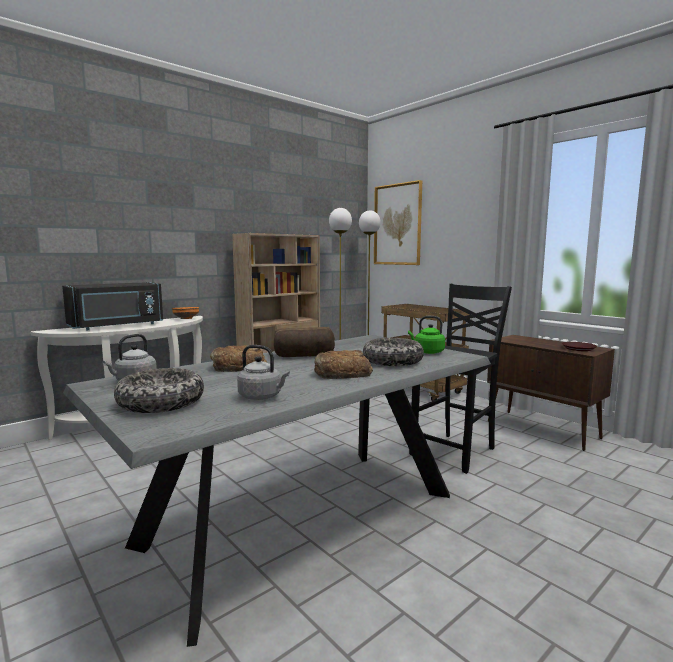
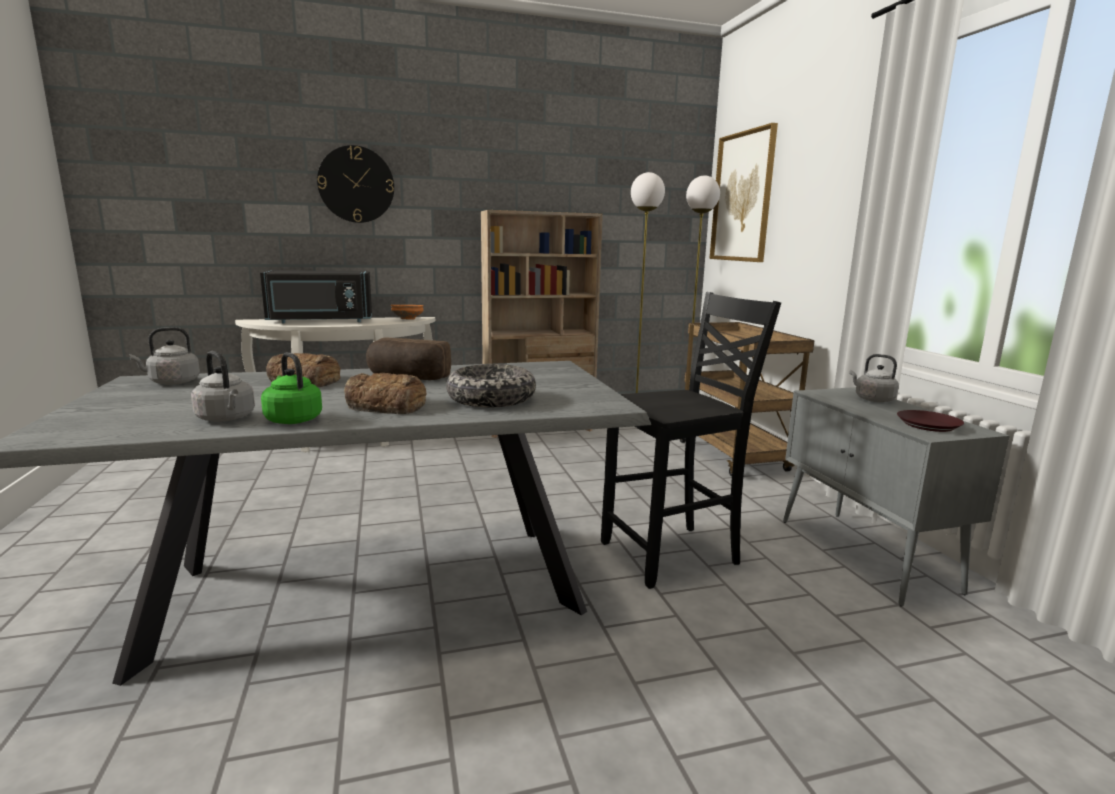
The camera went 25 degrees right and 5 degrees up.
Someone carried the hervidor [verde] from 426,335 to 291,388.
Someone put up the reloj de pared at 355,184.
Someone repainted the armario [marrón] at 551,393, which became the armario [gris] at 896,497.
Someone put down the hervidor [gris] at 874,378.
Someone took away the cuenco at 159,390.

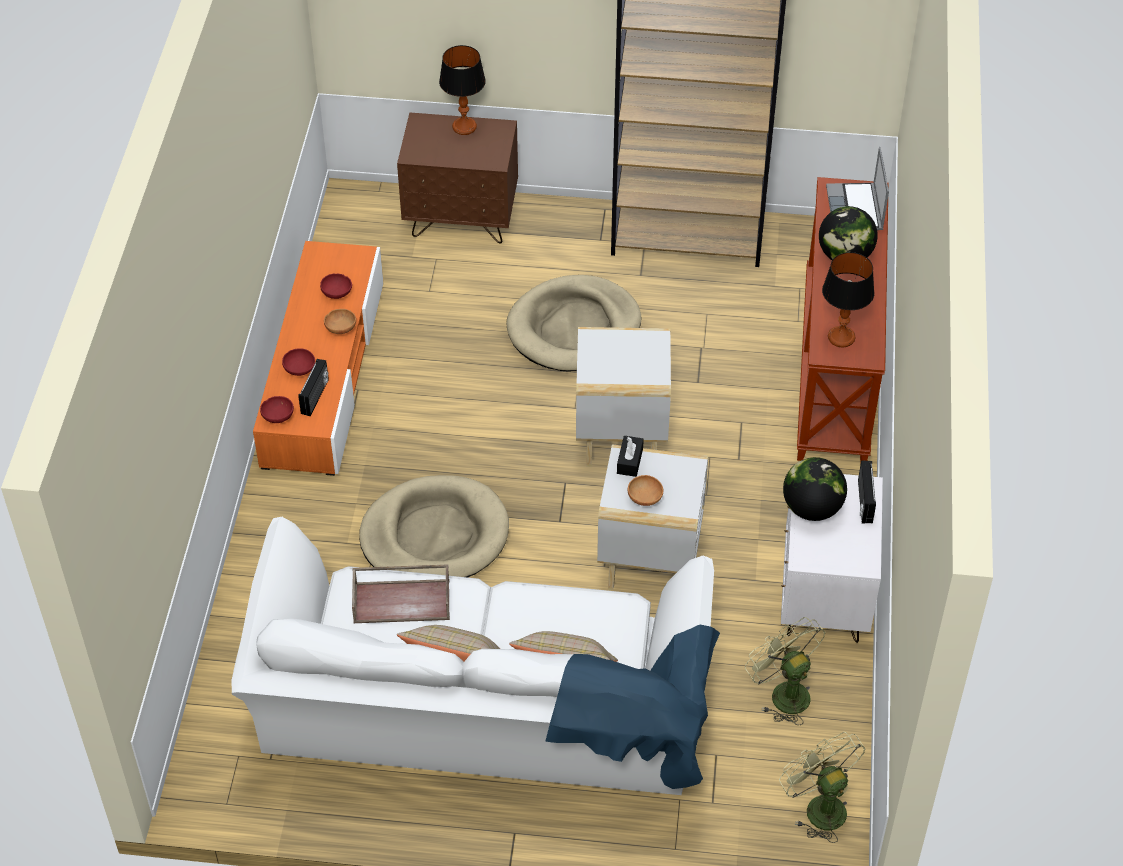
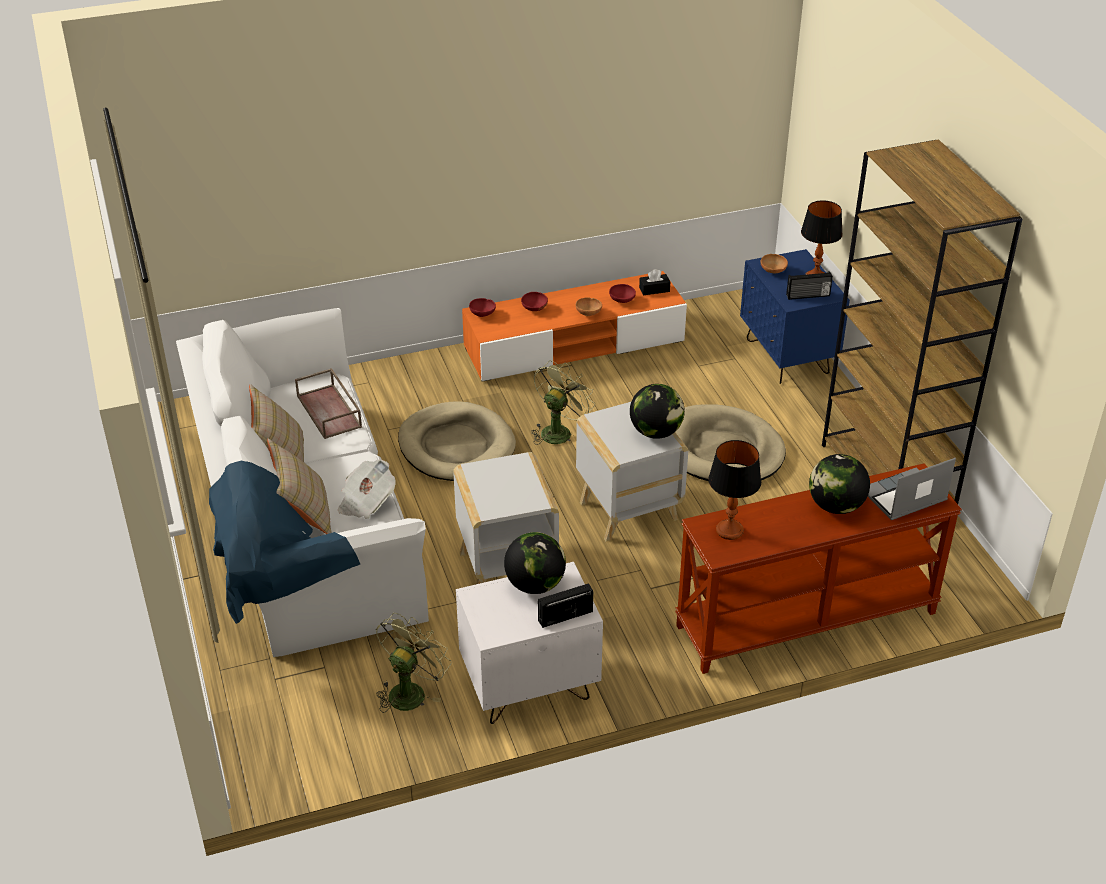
The camera went 65 degrees right and 10 degrees down.
Someone put down the periódico at 367,489.
Someone carried the ventilador [verde] from 822,787 to 563,402.
Someone put down the globo terráqueo at 657,411.
Someone carried the caja de pañuelos [negro] from 630,456 to 654,282.
Someone repainted the mesita de noche [marrón] at 457,178, which became the mesita de noche [azul] at 795,316.
Someone carried the cuenco [marrón] from 645,490 to 774,263.
Someone carried the radio from 313,387 to 809,286.

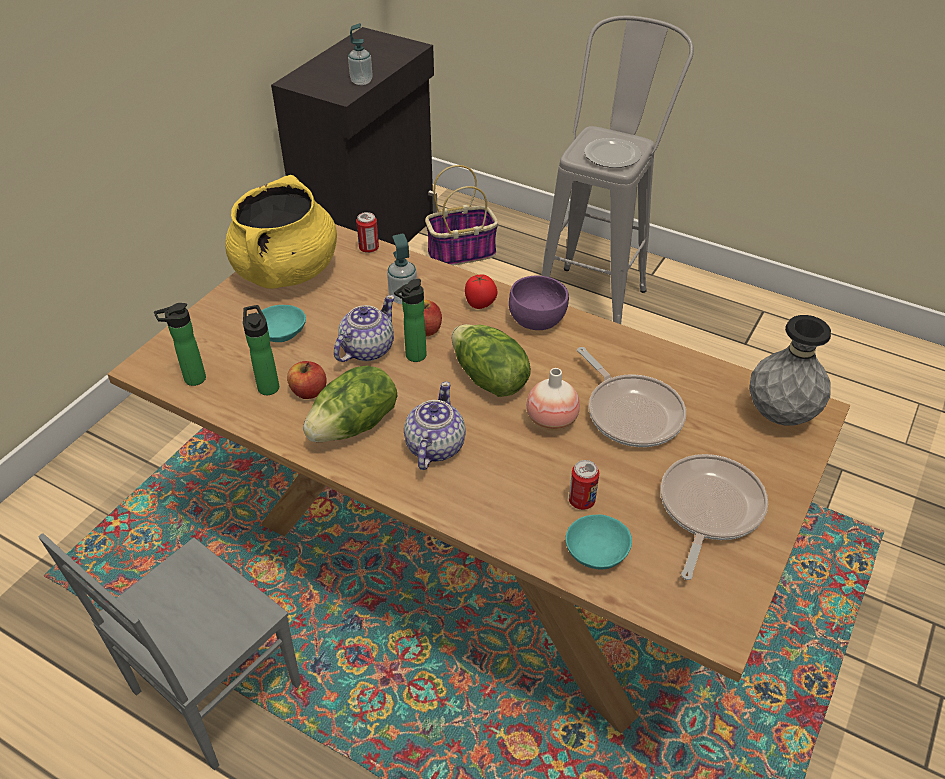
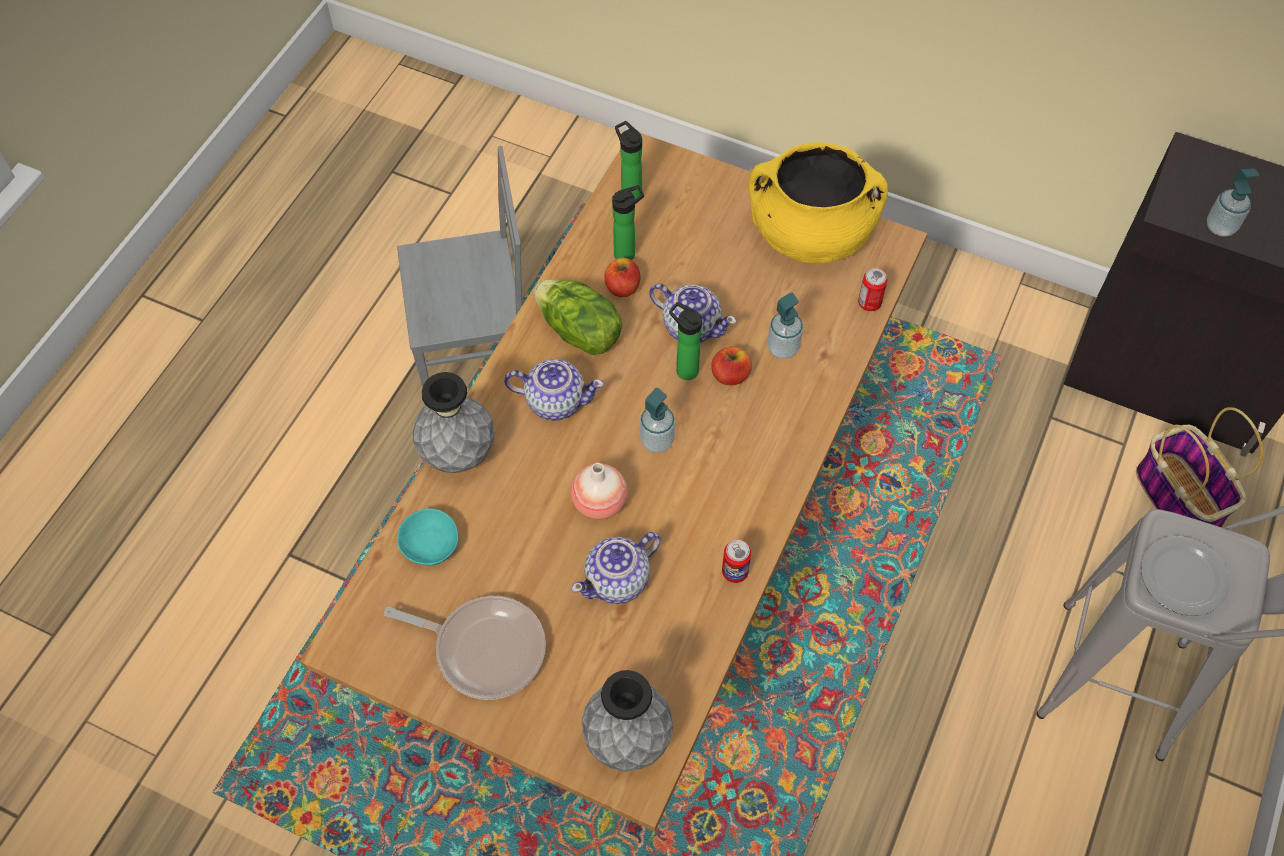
The camera went 85 degrees right and 15 degrees up.
Someone rotated the silla [gris] at 170,651 by 135 degrees clockwise.
Someone put down the florero [gris] at 453,422.
Someone swapped the sartén at 631,397 for the tetera at 616,568.
Someone swapped the lechuga at 491,360 for the dispensador de jabón at 657,420.
Someone carried the lata from 584,485 to 736,561.
Someone took away the cuenco [turquesa] at 281,323.
Someone took away the tomate at 481,291.
Someone took away the cuenco [morado] at 539,302.

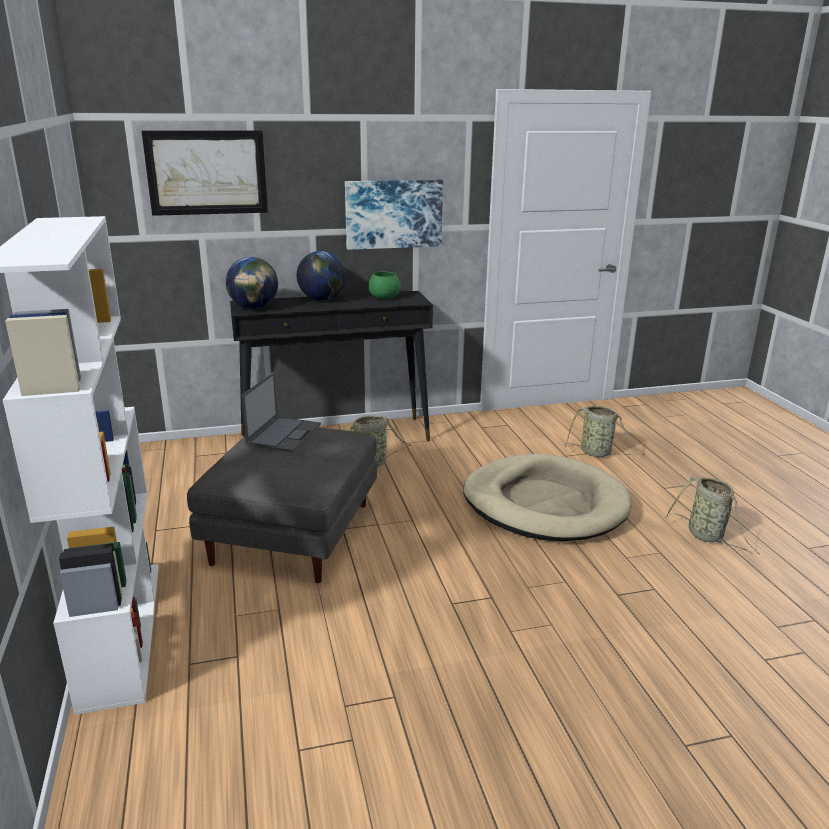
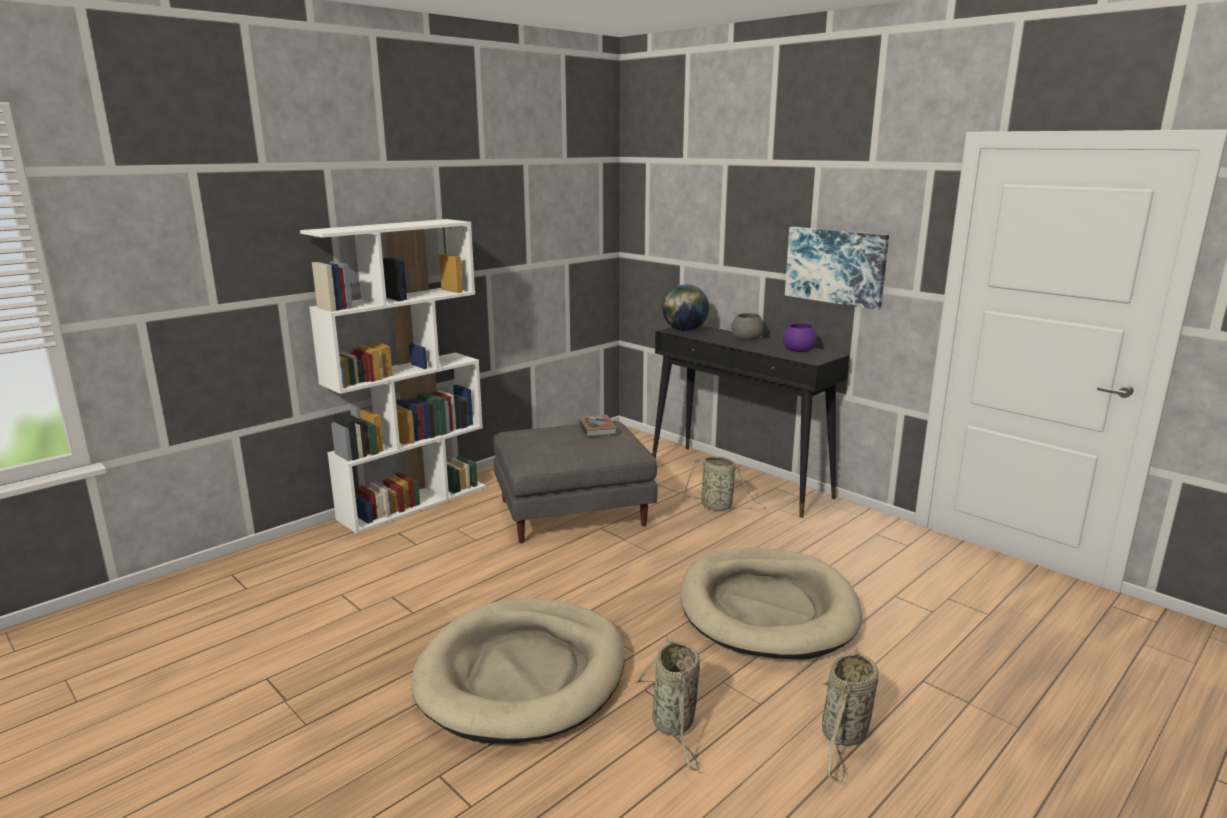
The camera went 60 degrees right and 5 degrees down.
Someone put down the cama para perro [beis] at 518,670.
Someone swapped the portátil at 281,412 for the libro at 597,426.
Someone carried the cesta from 604,431 to 667,703.
Someone swapped the globo terráqueo at 321,276 for the cuenco [gris] at 747,327.
Someone repainted the cuenco [verde] at 385,285, which became the cuenco [morado] at 800,337.
Someone took away the cuadro at 205,173.

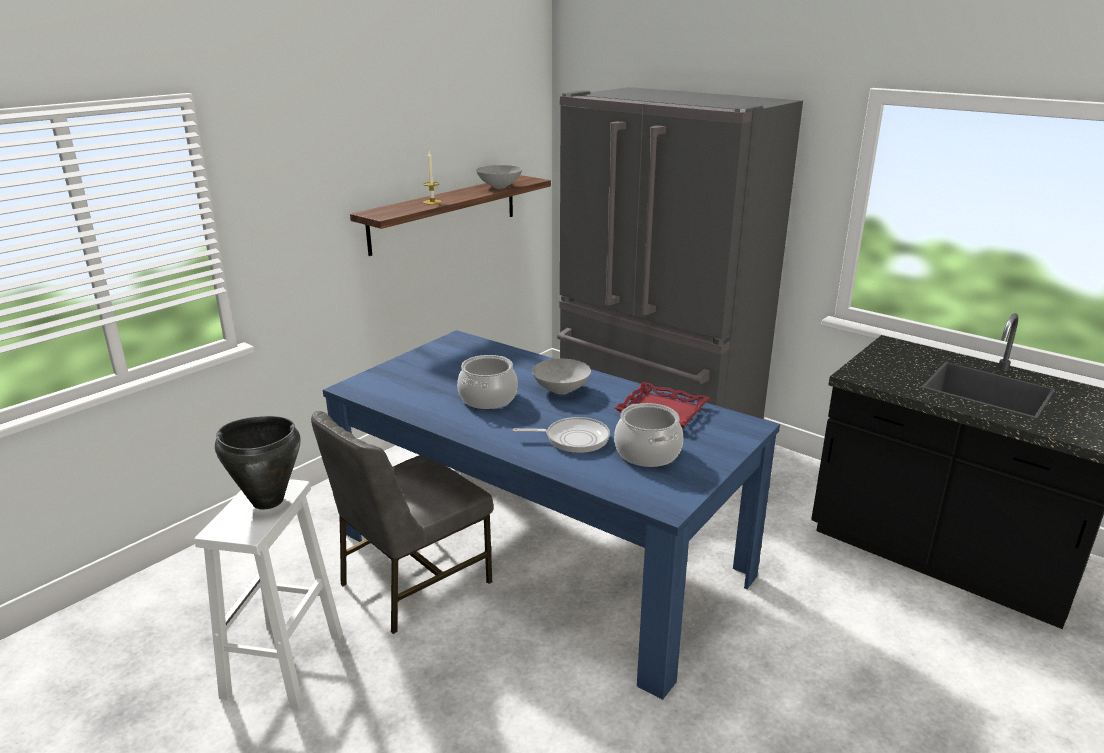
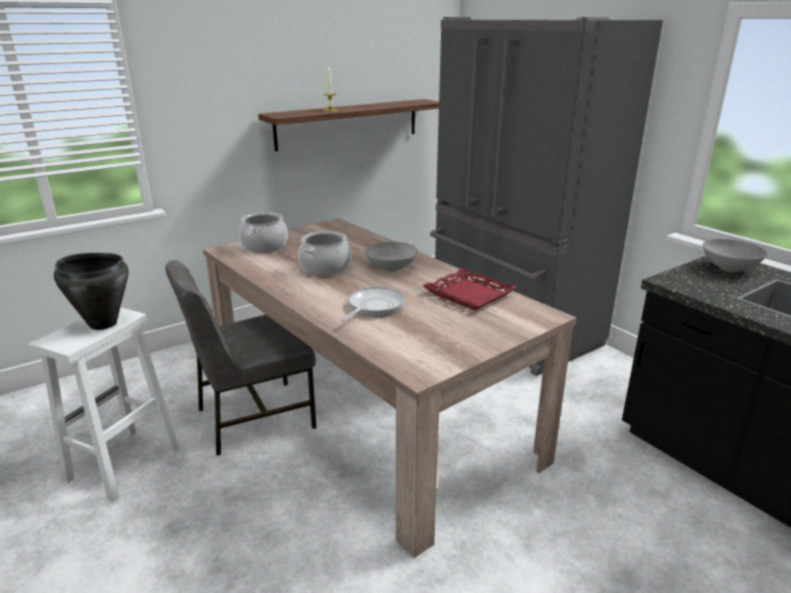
The camera went 15 degrees right and 0 degrees up.
Someone repainted the mesa de comedor [azul] at 551,515, which became the mesa de comedor [beis] at 390,388.
Someone carried the olla from 648,435 to 263,232.
Someone rotated the sartén at 561,435 by 75 degrees counterclockwise.
Someone carried the cuenco [gris] from 499,176 to 735,255.

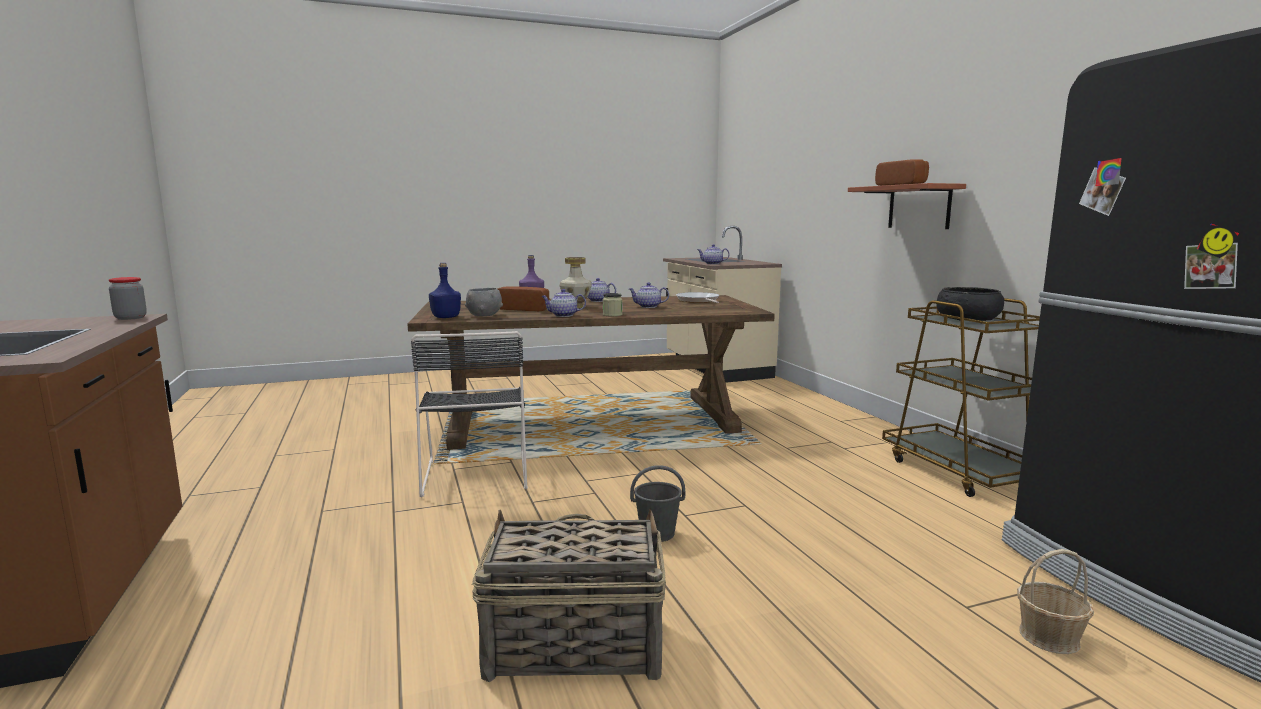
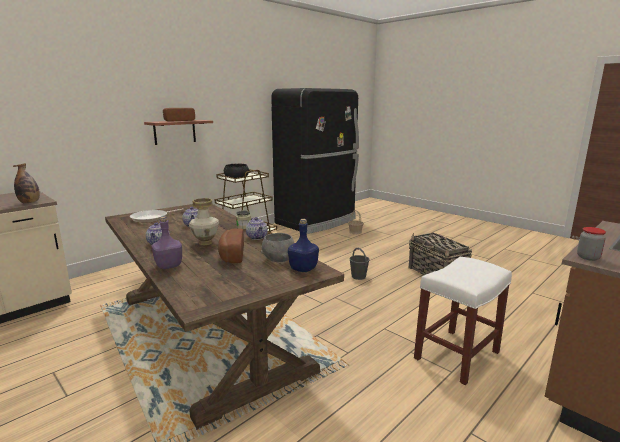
The camera went 115 degrees left and 5 degrees up.
Someone swapped the tetera at 713,254 for the botella at 26,183.
Someone put down the taburete [blanco] at 463,321.
Someone took away the silla [negro] at 469,414.

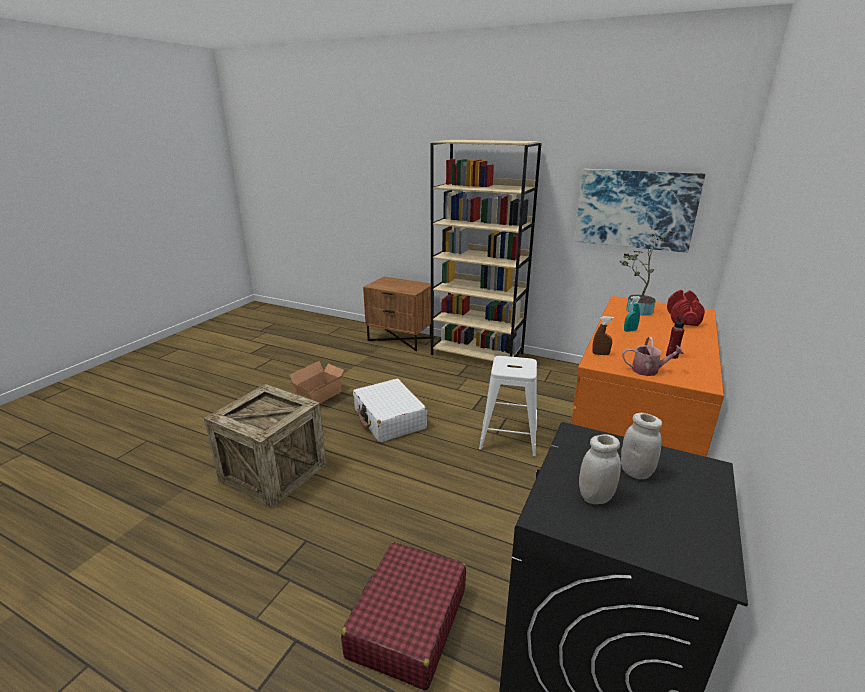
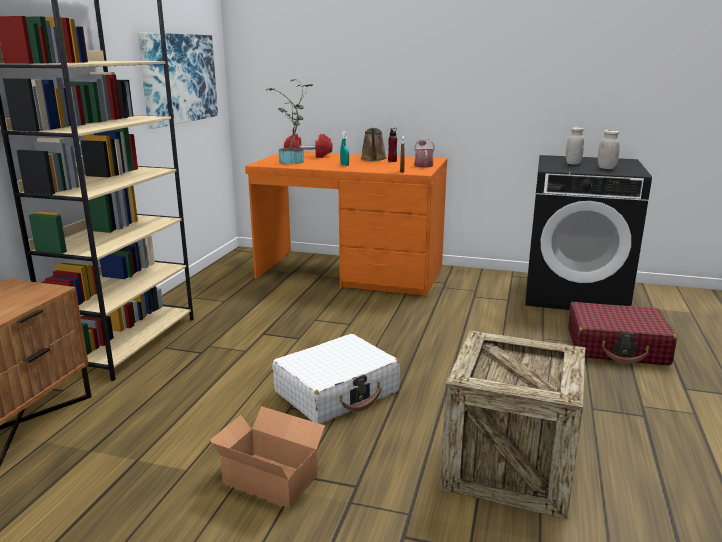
The camera went 100 degrees left and 5 degrees down.
Someone put down the regadera [marrón] at 374,144.
Someone took away the taburete [blanco] at 508,406.

